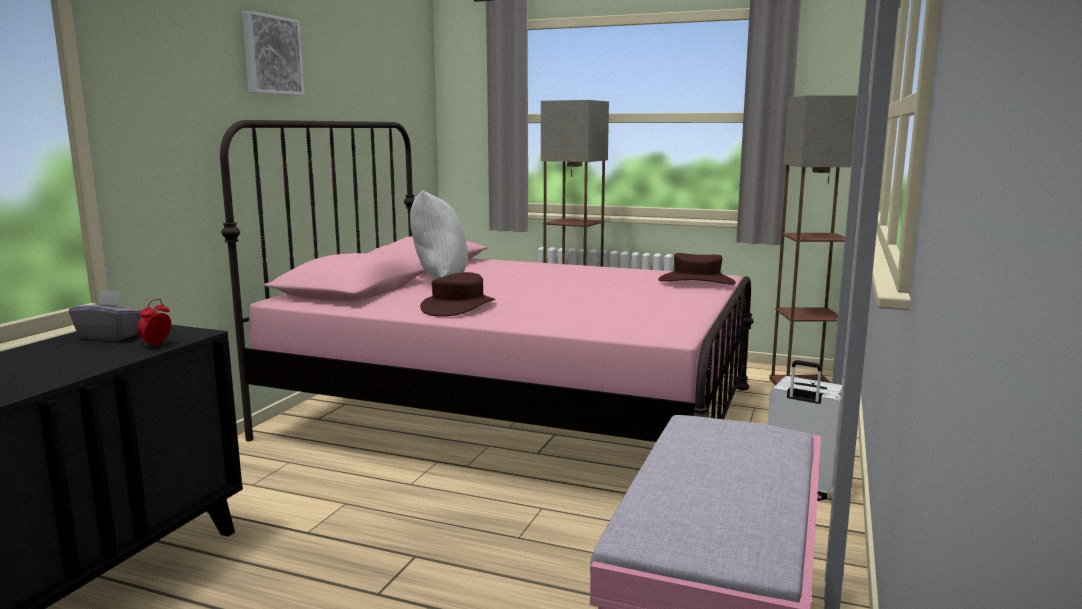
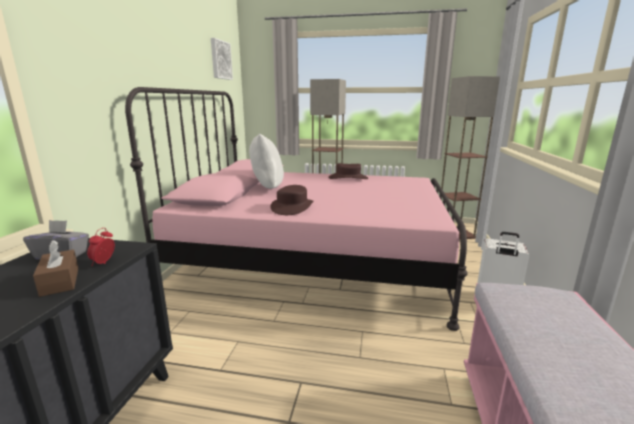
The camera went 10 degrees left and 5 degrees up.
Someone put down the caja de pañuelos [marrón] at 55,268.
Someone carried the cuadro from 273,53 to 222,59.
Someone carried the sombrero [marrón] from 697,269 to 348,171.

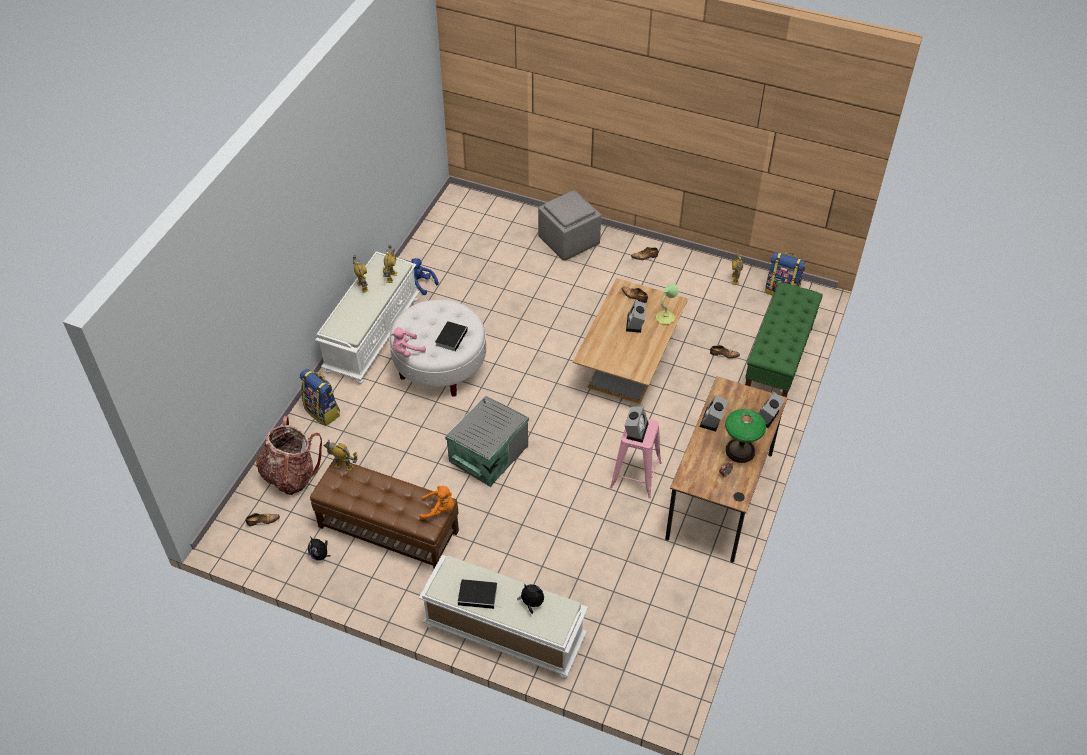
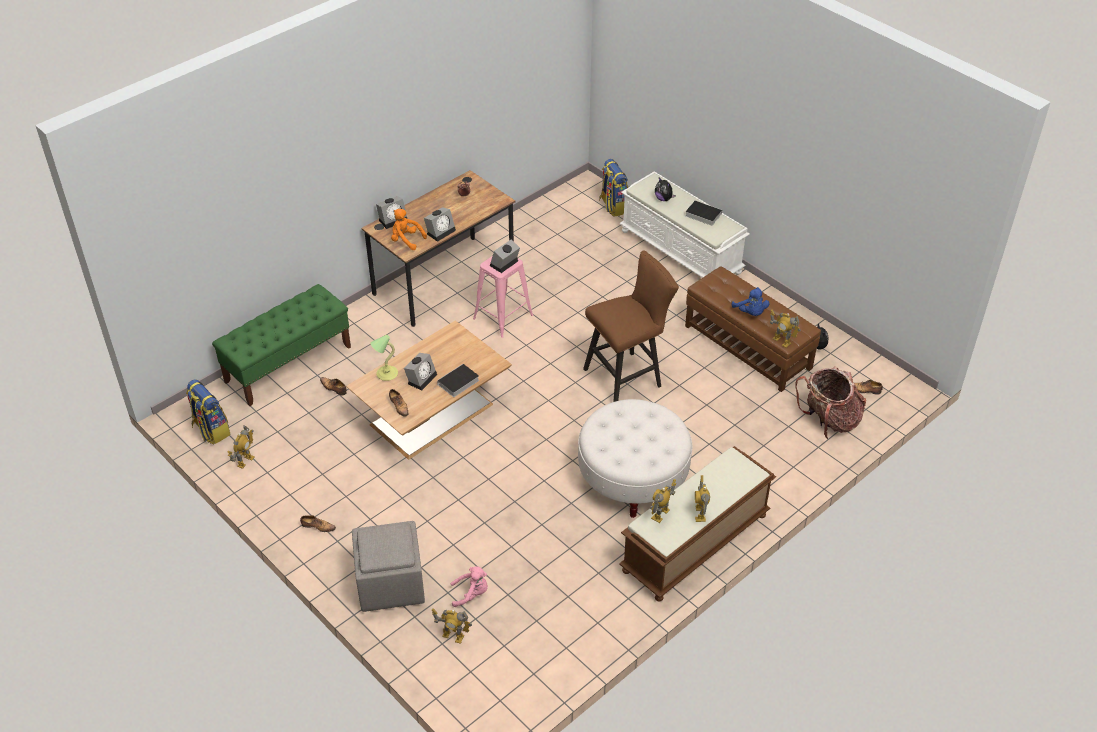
The camera went 155 degrees left and 5 degrees down.
Someone carried the peluche [naranja] from 436,502 to 409,229.
Someone put down the robot de juguete at 452,626.
Someone carried the libro from 452,336 to 457,380.
Someone carried the peluche [rosa] from 408,342 to 469,586.
Someone swapped the caja de almacenaje [gris] at 487,441 for the taburete [marrón] at 631,326.
Someone carried the mochila from 320,397 to 613,188.
Someone repainted the banco [blanco] at 367,317, which became the banco [marrón] at 697,524.
Someone carried the peluche [azul] from 425,276 to 750,301.
Someone took away the lámpara de mesa at 745,436.

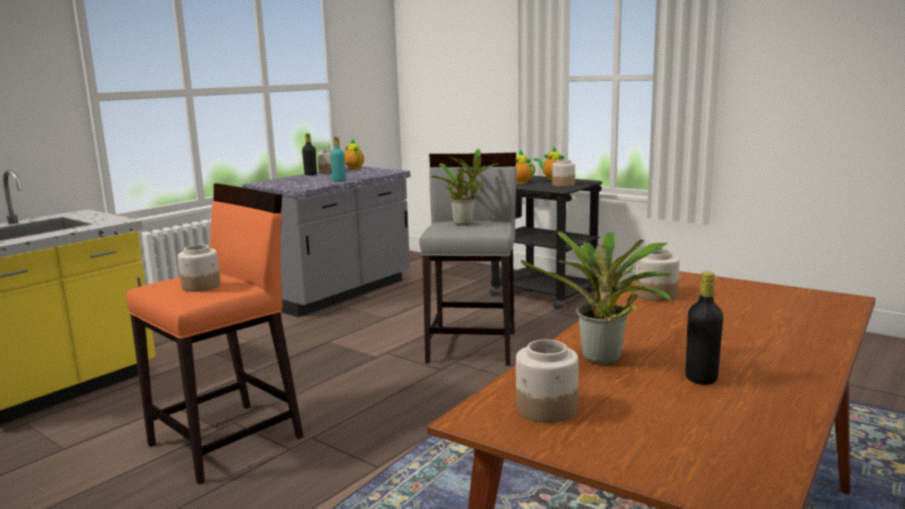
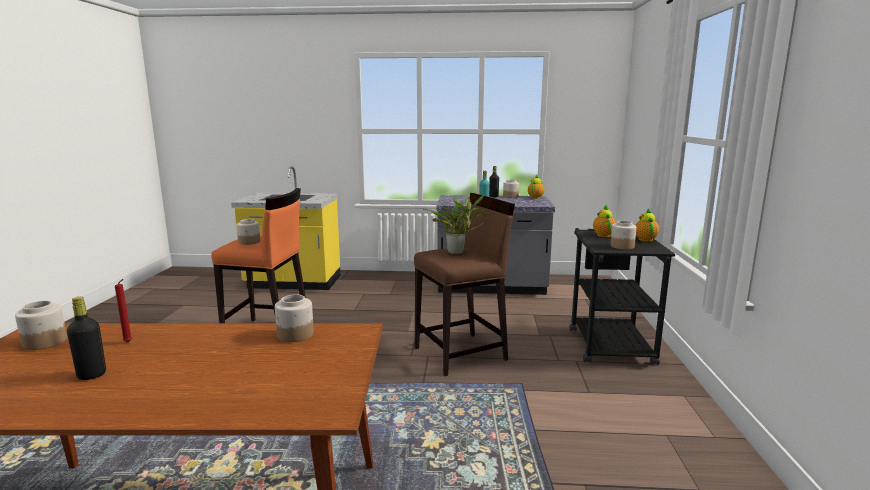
The camera went 55 degrees right and 0 degrees up.
Someone swapped the planta en maceta at 597,298 for the vela [rojo] at 123,310.
Someone repainted the taburete [gris] at 468,259, which became the taburete [marrón] at 464,284.

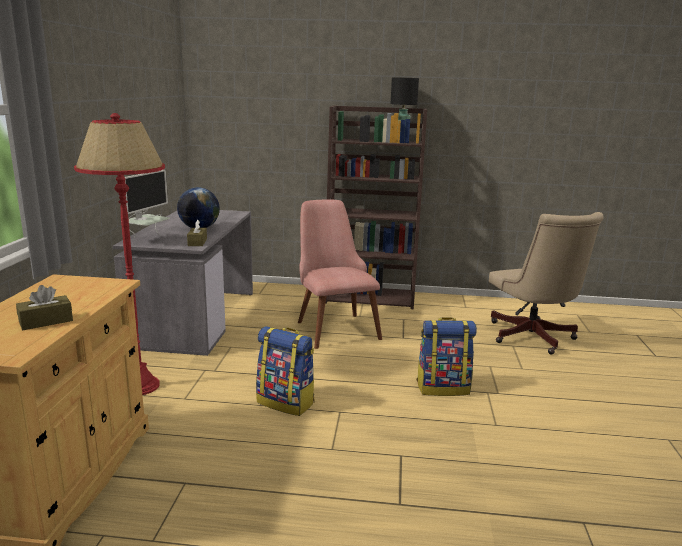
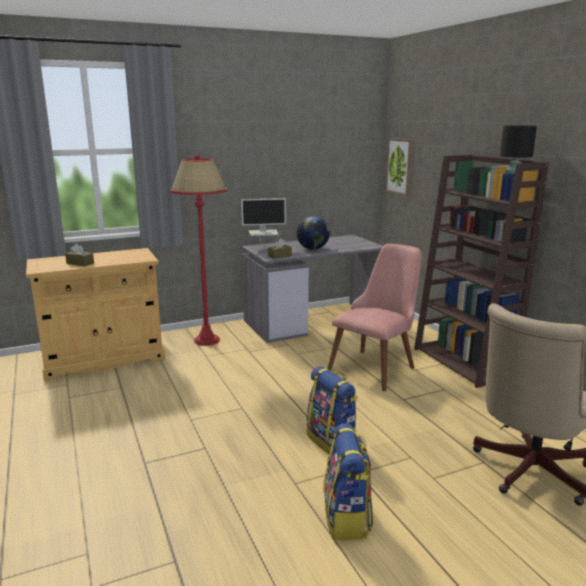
The camera went 60 degrees right and 0 degrees up.
Someone carried the mochila from 285,371 to 348,482.
Someone put up the cuadro at 399,167.

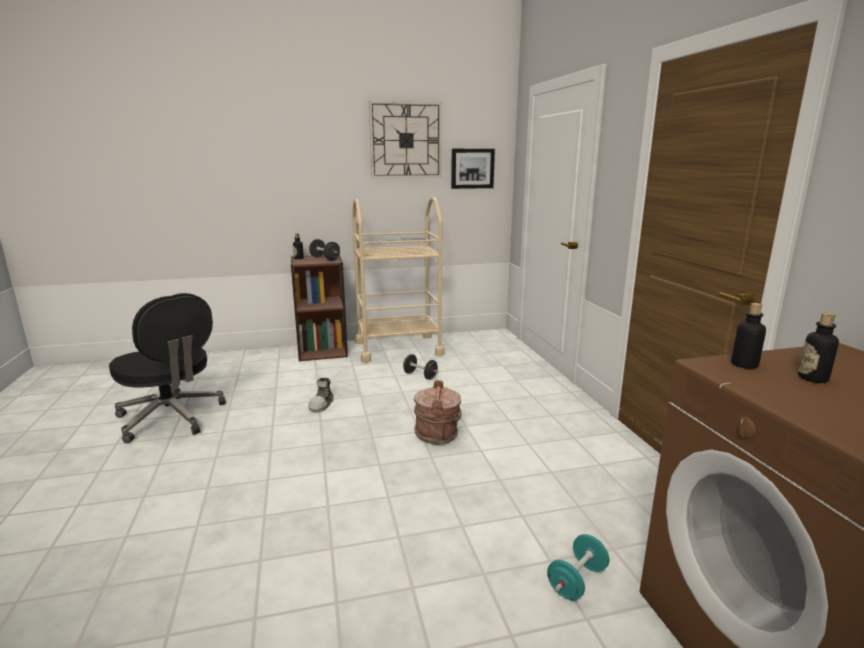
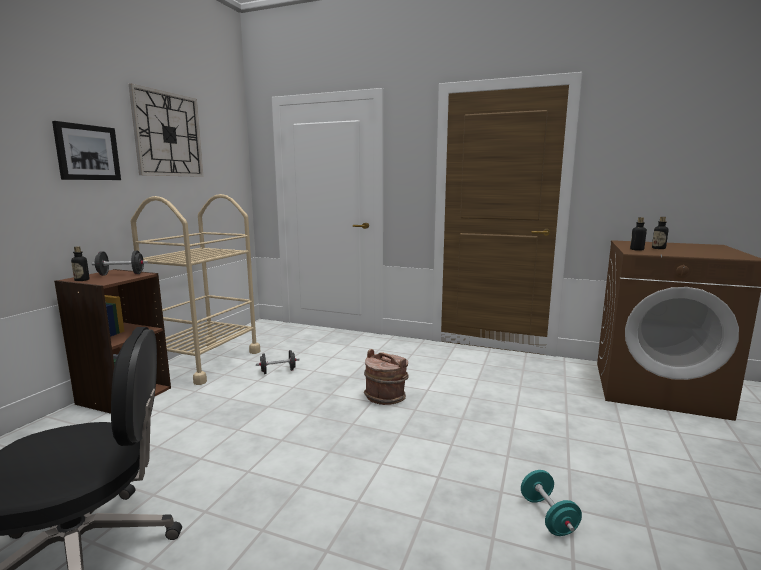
The camera went 55 degrees left and 5 degrees down.
Someone carried the cuadro from 473,169 to 86,150.
Someone carried the mancuerna [turquesa] from 578,567 to 551,503.
Someone took away the zapato at 320,395.

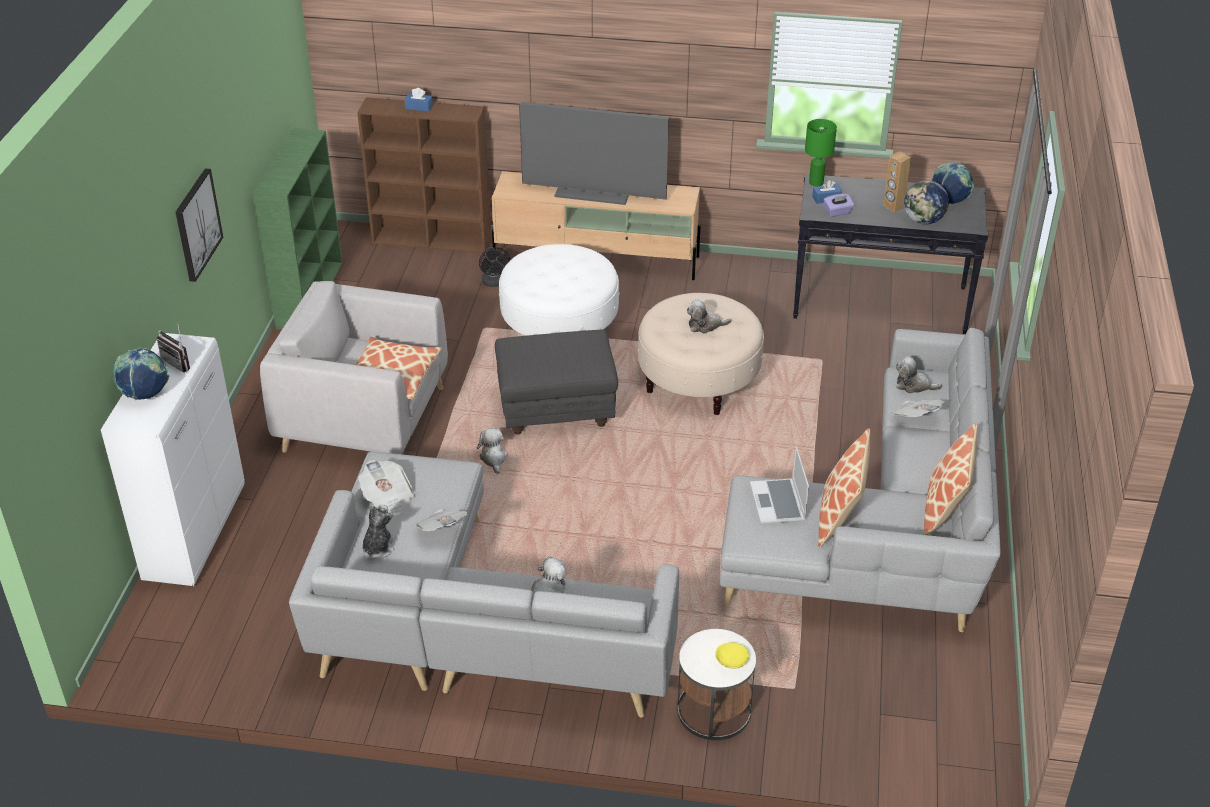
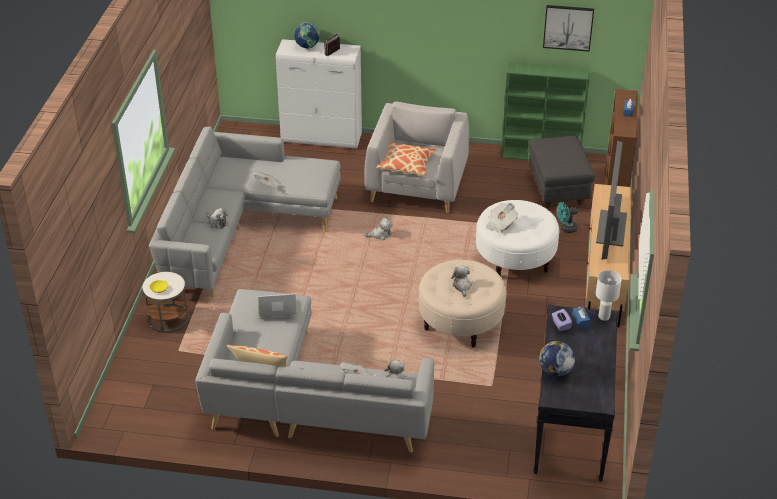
The camera went 90 degrees right and 0 degrees up.
Someone carried the periódico from 386,488 to 502,218.
Someone carried the puf [gris] from 556,382 to 562,172.
Someone carried the cuadro from 199,225 to 568,28.
Someone repainted the ventilador [negro] at 494,267, which became the ventilador [turquesa] at 567,217.
Someone repainted the lámpara de mesa [verde] at 821,152, which became the lámpara de mesa [blanco] at 609,295.
Someone took away the peluche at 378,531.
Someone took away the cojín at 844,487.
Someone took away the altavoz [marrón] at 897,181.
Someone took away the globo terráqueo at 952,183.

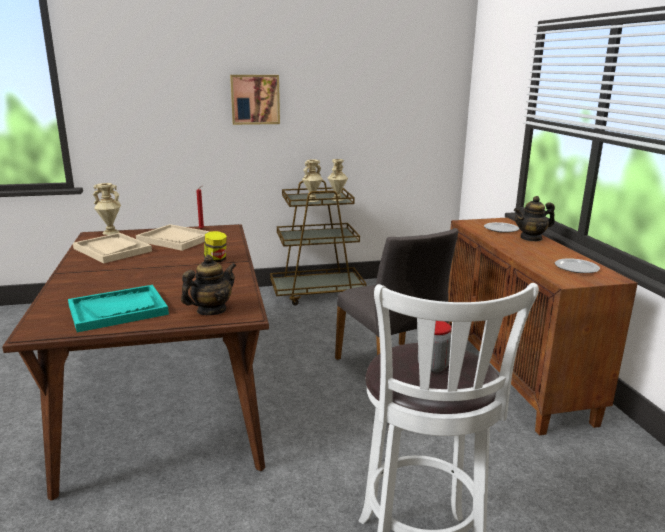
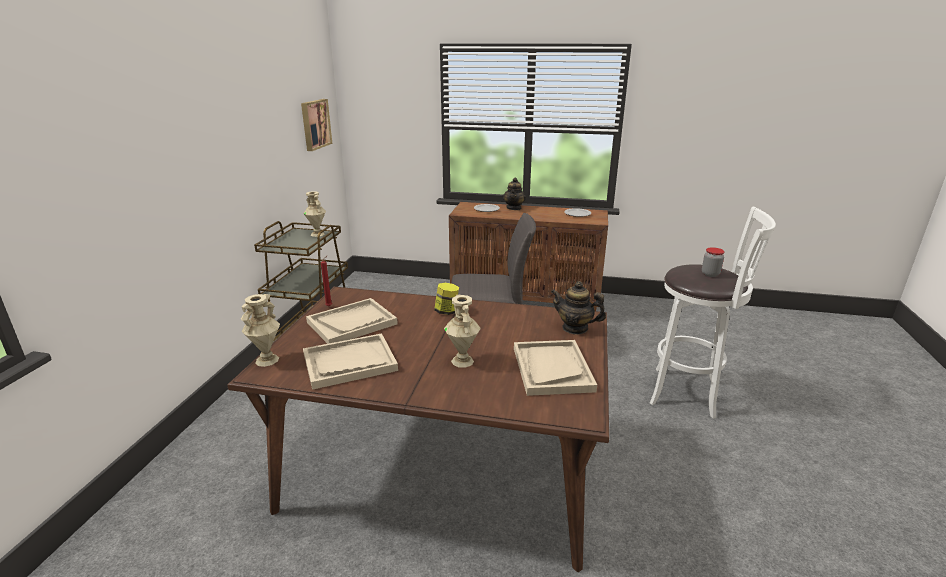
The camera went 65 degrees left and 5 degrees up.
Someone carried the cuadro from 255,100 to 316,125.
Someone carried the florero [beis] from 312,181 to 462,331.
Someone repainted the bandeja [turquesa] at 118,308, which became the bandeja [beis] at 555,368.
Someone rotated the tetera at 209,285 by 45 degrees counterclockwise.

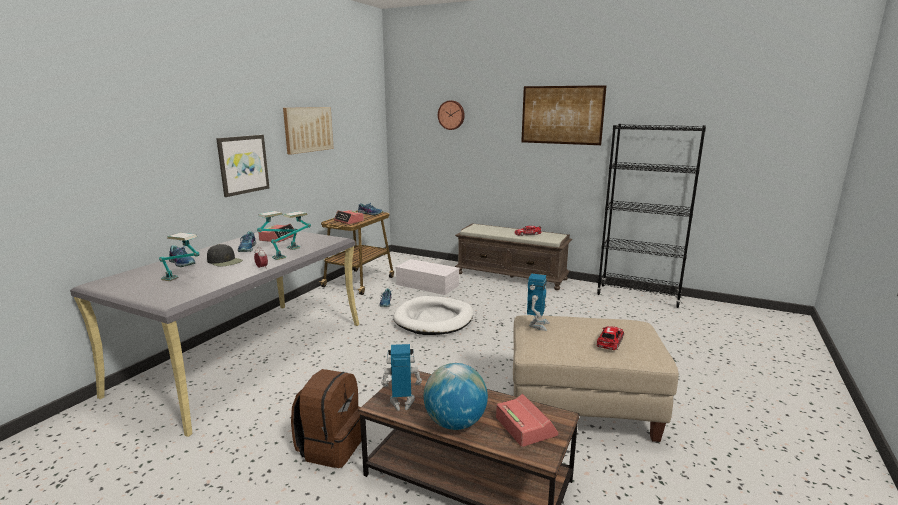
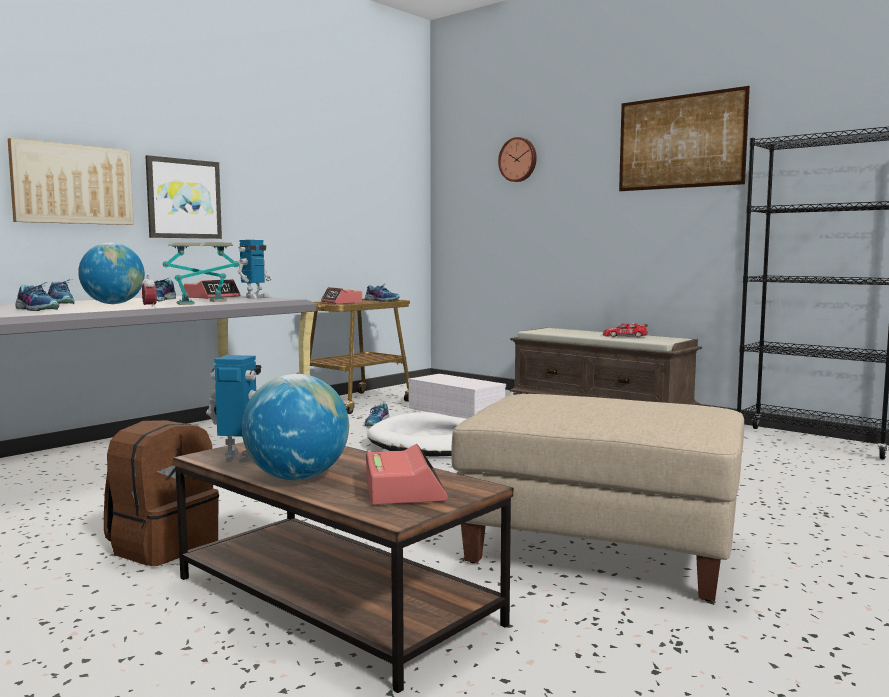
The camera went 15 degrees right and 10 degrees down.
Someone carried the cuadro from 308,131 to 71,181.
Someone swapped the lámpara de mesa at 179,257 for the zapato at 37,296.
Someone swapped the gorra [negro] at 225,255 for the globo terráqueo at 111,273.
Someone carried the robot de juguete from 538,302 to 255,269.
Someone took away the coche de juguete at 610,338.

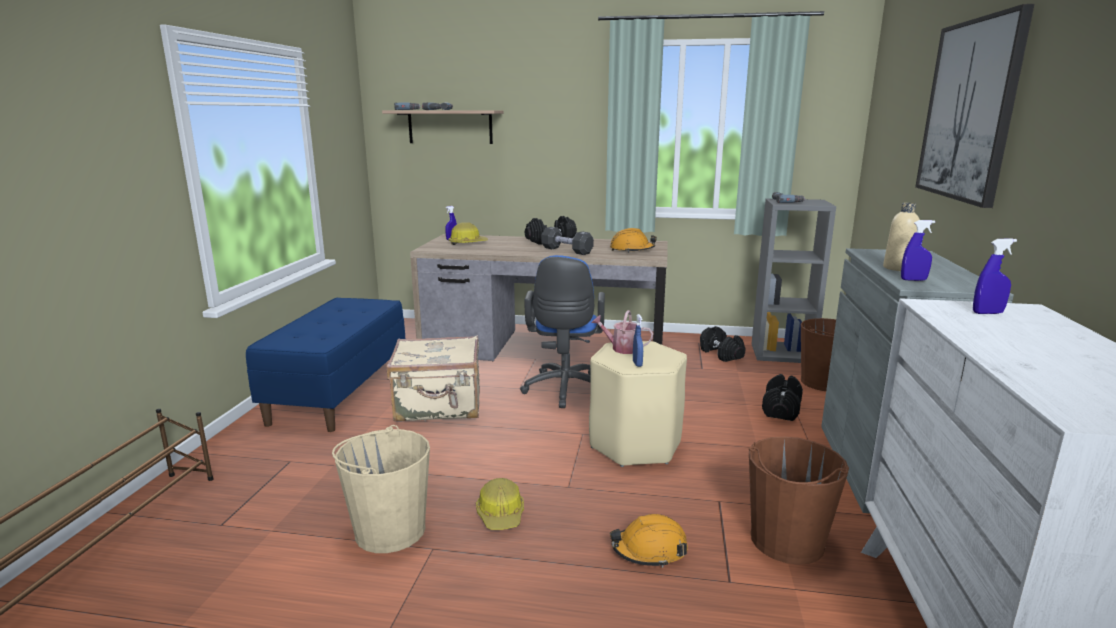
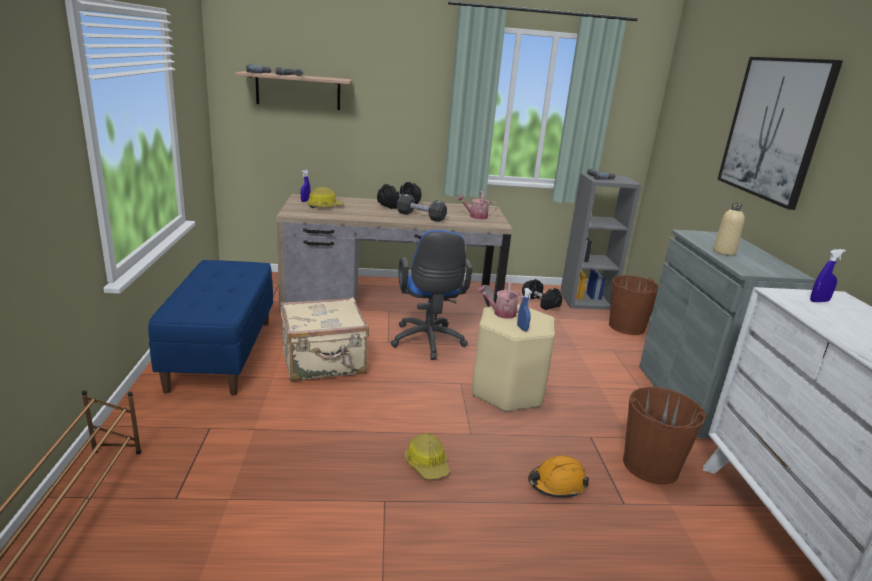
The camera went 15 degrees left and 5 degrees up.
Someone swapped the casco [naranja] at 633,240 for the regadera at 477,205.
Someone took away the cubo [beis] at 381,489.
Someone took away the mancuerna [negro] at 782,397.
Someone took away the pulverizador [azul] at 918,250.

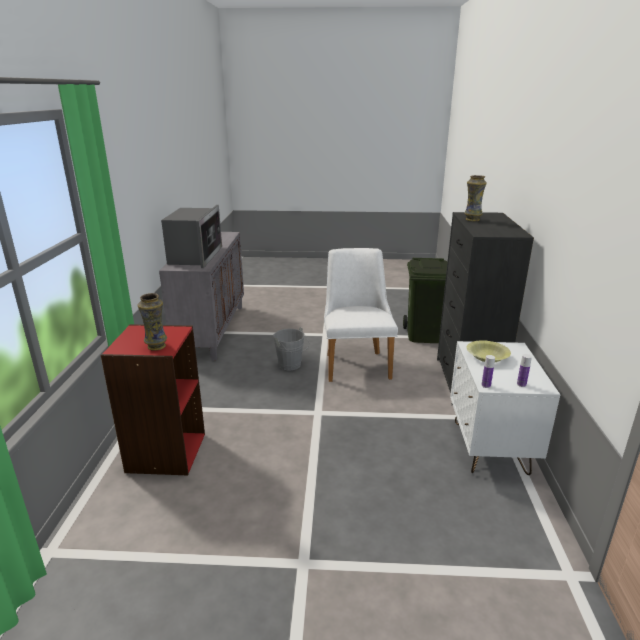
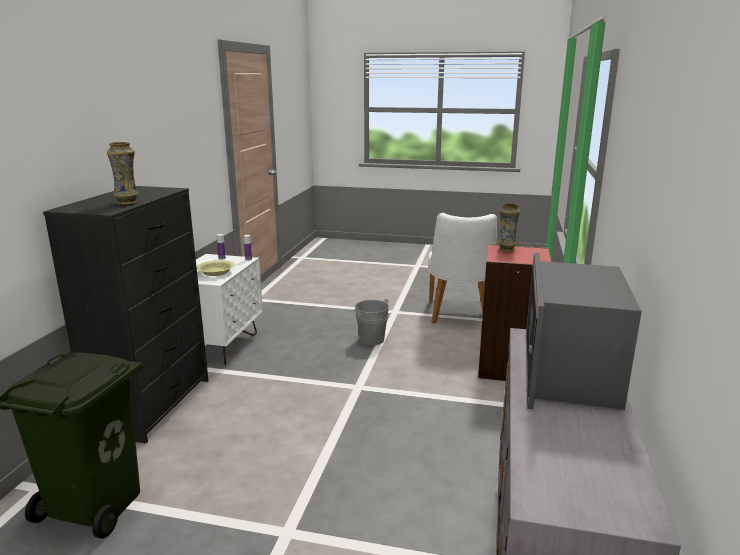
The camera went 170 degrees left and 5 degrees down.
Someone carried the cubo [gris] from 291,348 to 370,321.
Someone carried the silla [blanco] from 361,315 to 462,268.

